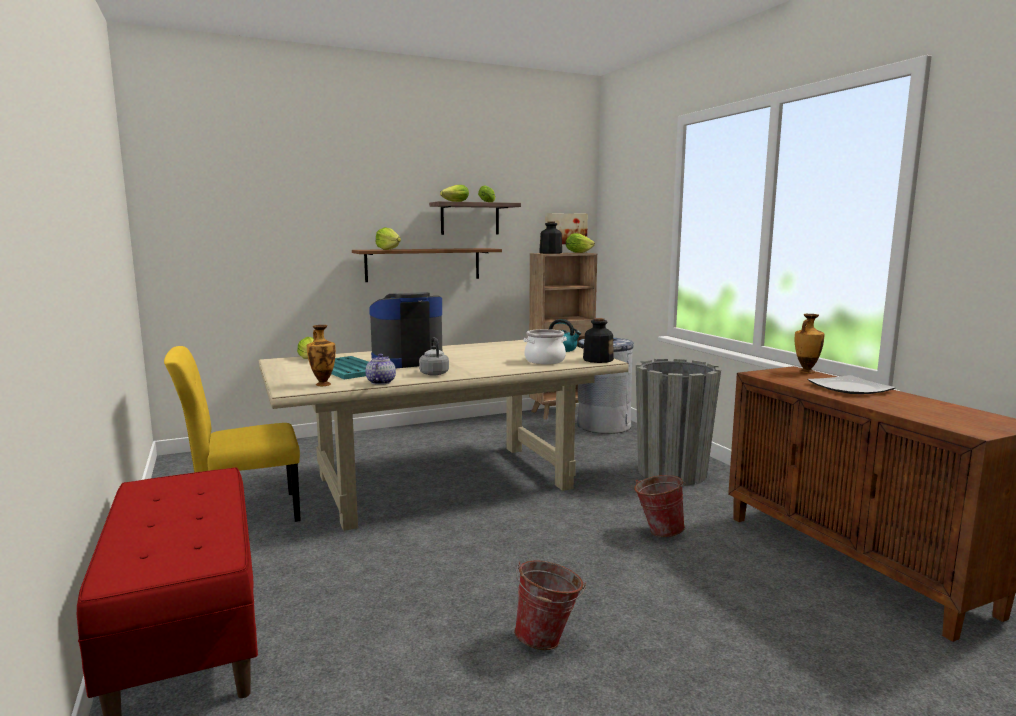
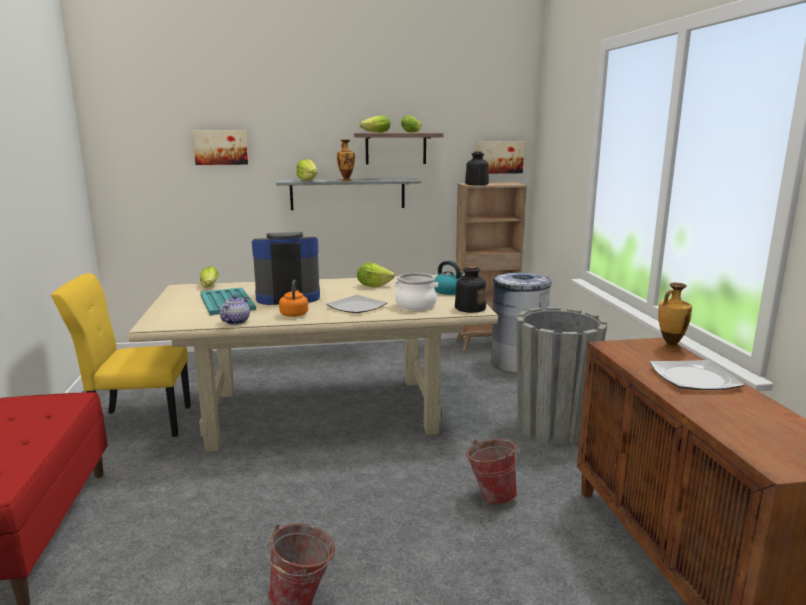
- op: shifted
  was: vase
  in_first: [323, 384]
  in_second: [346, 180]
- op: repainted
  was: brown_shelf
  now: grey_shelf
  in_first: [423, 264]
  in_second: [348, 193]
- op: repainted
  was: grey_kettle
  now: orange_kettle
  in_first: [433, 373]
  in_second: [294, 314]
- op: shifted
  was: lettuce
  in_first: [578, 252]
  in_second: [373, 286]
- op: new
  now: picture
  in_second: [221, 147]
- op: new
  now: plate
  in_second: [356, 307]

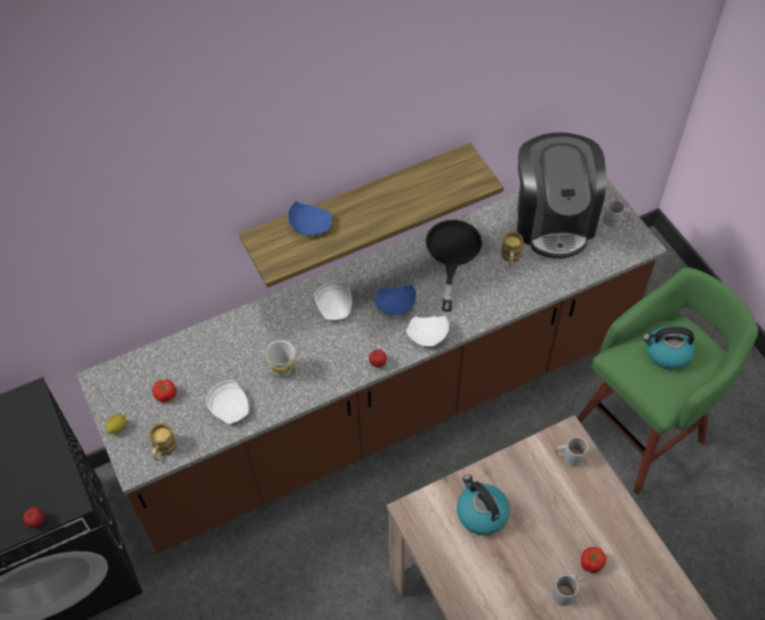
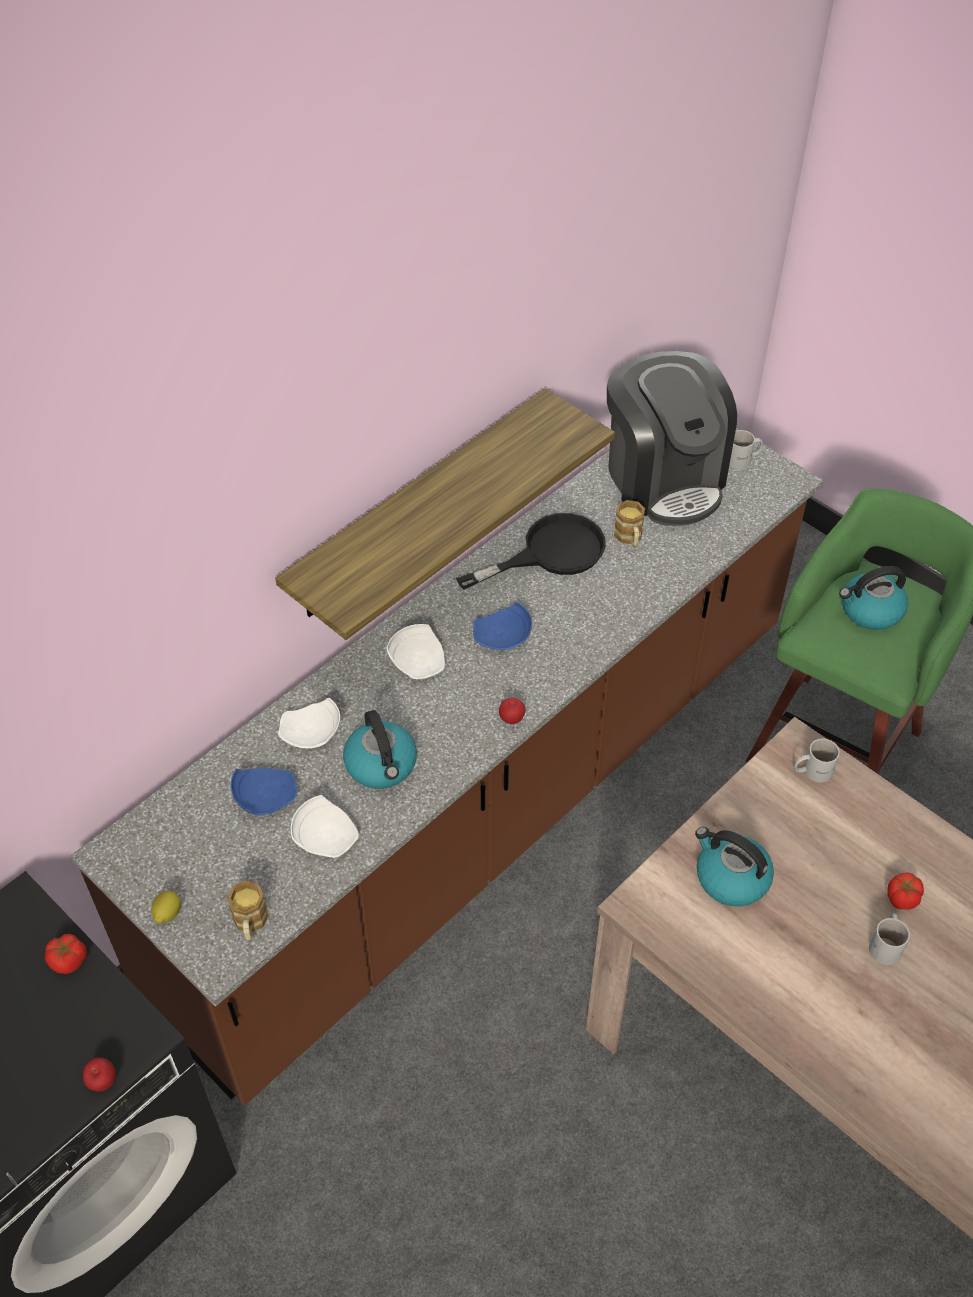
- op: shifted
  was: tomato
  in_first: [166, 395]
  in_second: [69, 960]
- op: swapped
  was: white_cup
  now: kettle
  in_first: [283, 370]
  in_second: [382, 765]
- op: shifted
  was: blue_plate
  in_first: [310, 224]
  in_second: [264, 796]
- op: shifted
  was: white_plate
  in_first: [428, 335]
  in_second: [312, 733]
- op: rotated
  was: black_frying_pan
  in_first: [452, 254]
  in_second: [550, 553]
  clockwise: 75

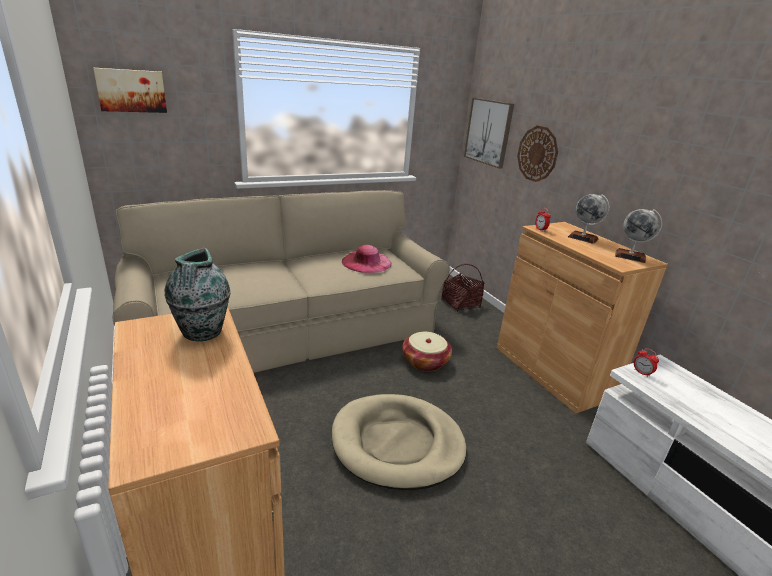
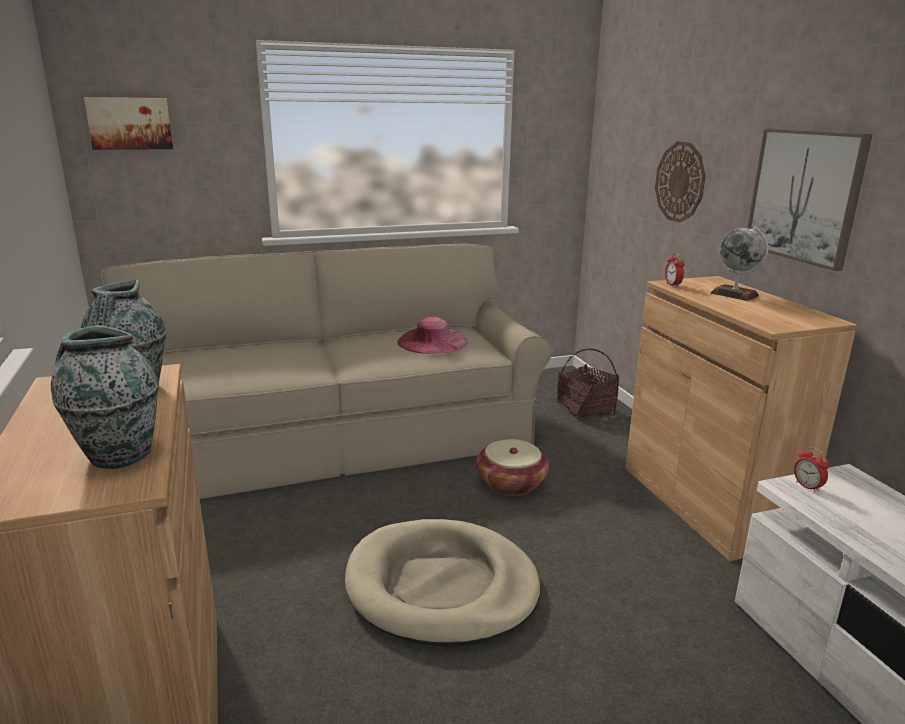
- op: shifted
  was: picture
  in_first: [488, 132]
  in_second: [805, 196]
- op: gone
  was: globe
  in_first: [630, 256]
- op: new
  now: vase
  in_second: [118, 455]

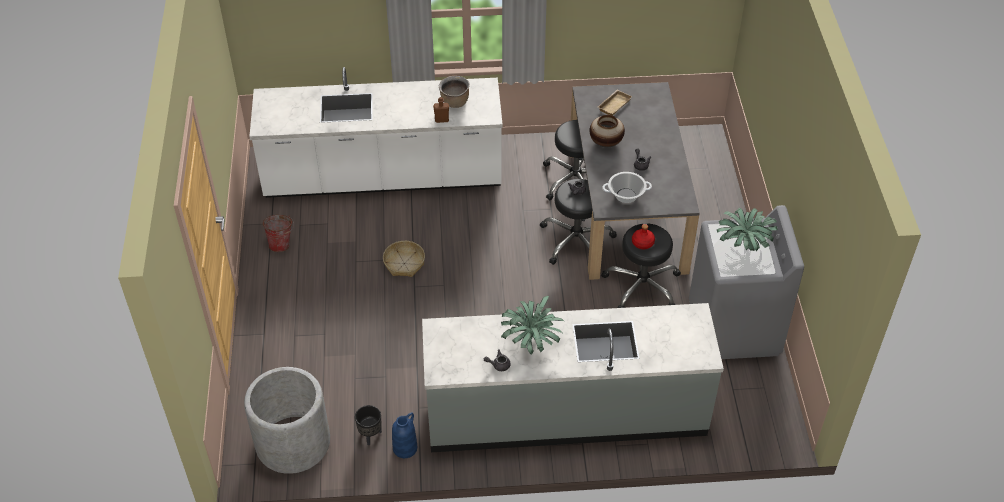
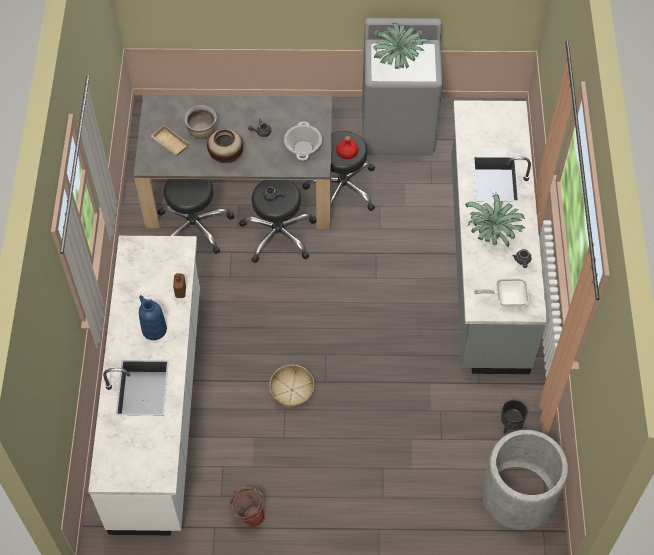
- op: shifted
  was: blue_vase
  in_first: [405, 447]
  in_second: [153, 329]
- op: shifted
  was: brown_cooking_pot
  in_first: [454, 102]
  in_second: [202, 132]
- op: new
  now: frying_pan
  in_second: [506, 298]

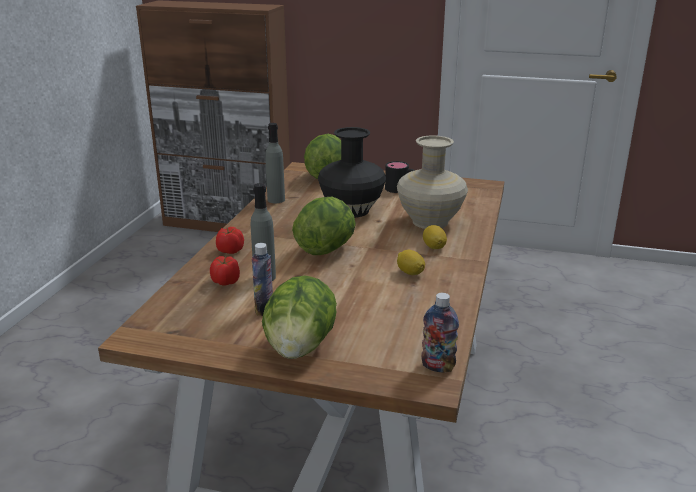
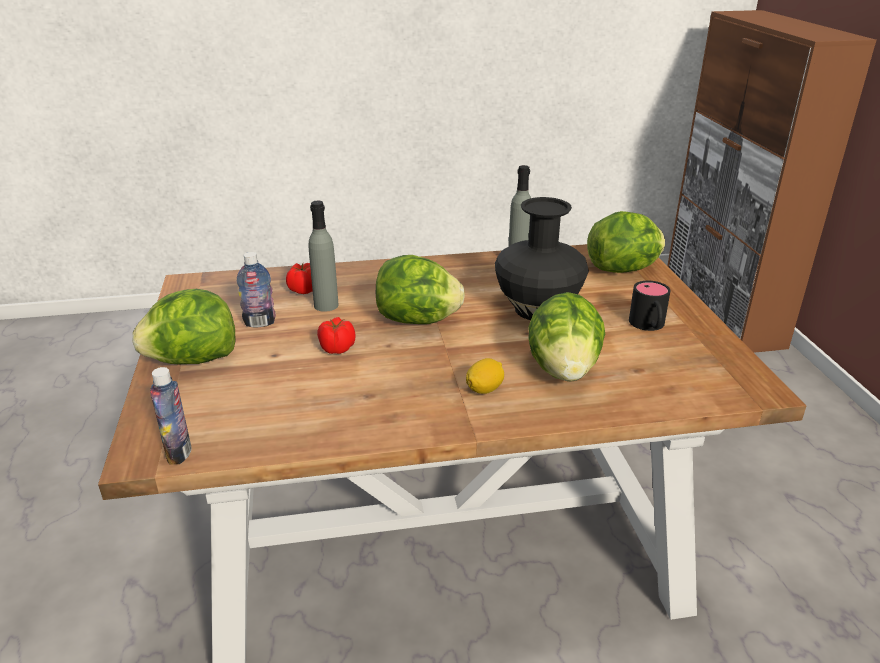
- op: shifted
  was: tomato
  in_first: [229, 251]
  in_second: [336, 348]
- op: swapped
  was: beige_vase
  now: lettuce
  in_first: [429, 221]
  in_second: [563, 369]
- op: gone
  was: lemon
  in_first: [410, 273]

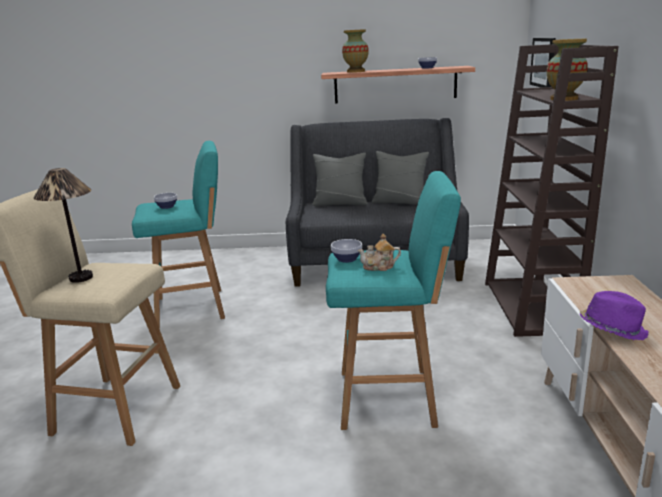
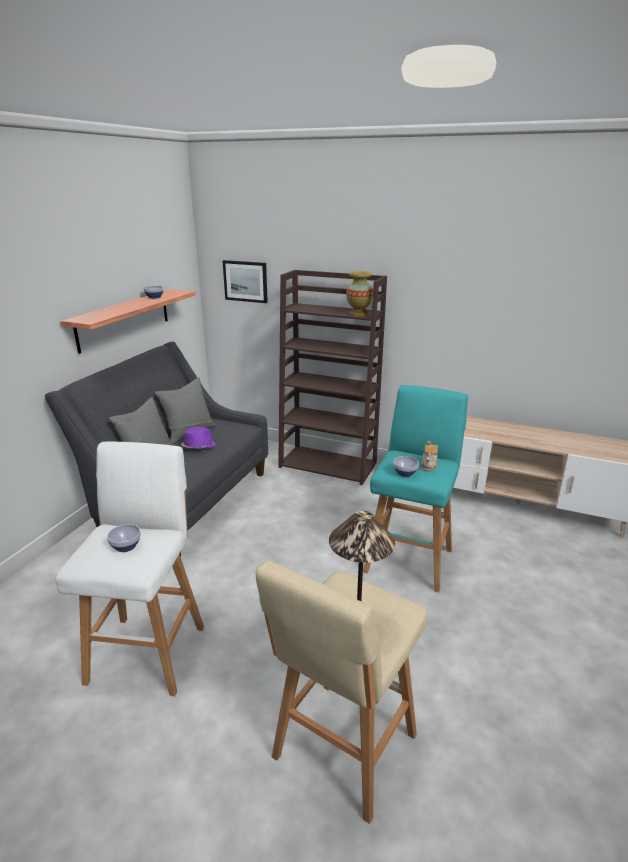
- op: repainted
  was: turquoise_stool
  now: white_stool
  in_first: [194, 307]
  in_second: [148, 650]
- op: gone
  was: vase
  in_first: [356, 71]
- op: shifted
  was: purple_hat
  in_first: [612, 329]
  in_second: [198, 447]

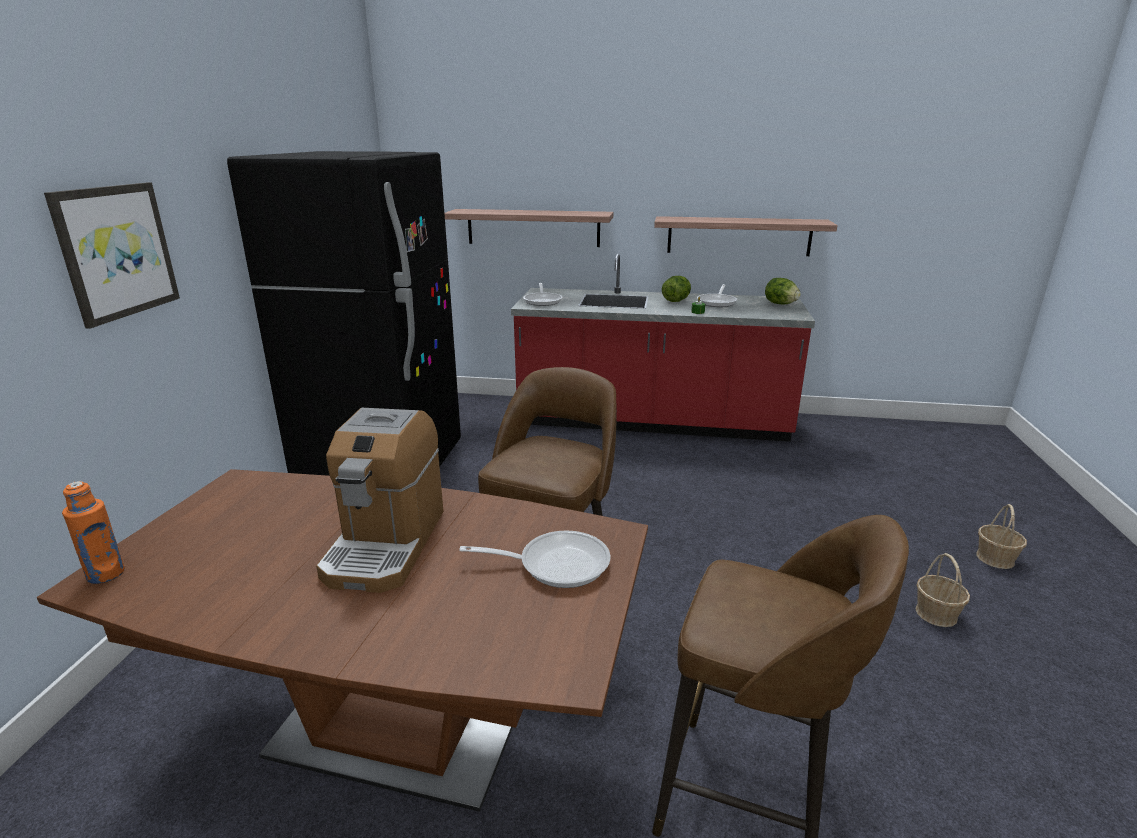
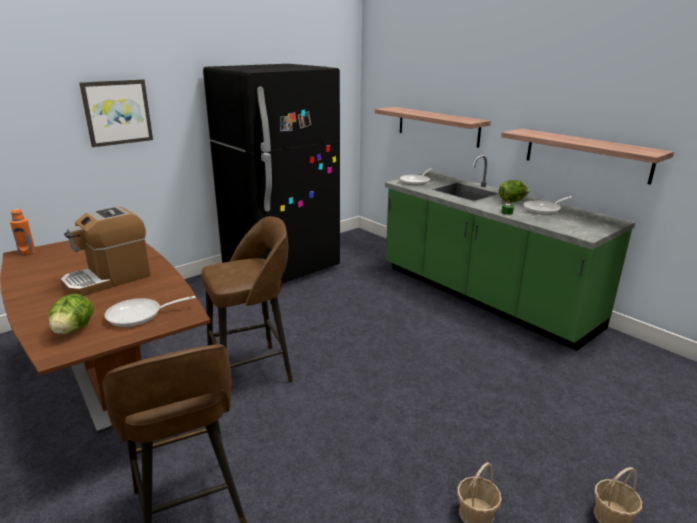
- op: rotated
  was: frying_pan
  in_first: [556, 564]
  in_second: [139, 315]
  clockwise: 120
- op: repainted
  was: red_counter
  now: green_counter
  in_first: [652, 422]
  in_second: [483, 297]
- op: shifted
  was: lettuce
  in_first: [780, 304]
  in_second: [73, 330]

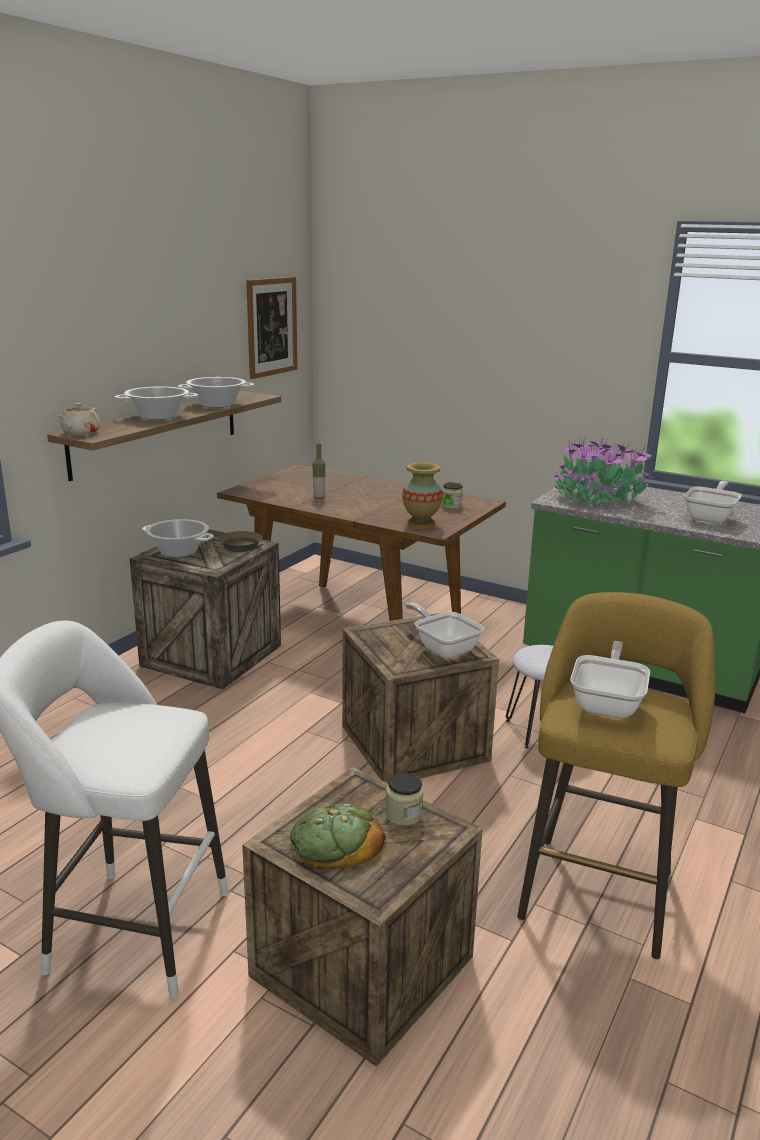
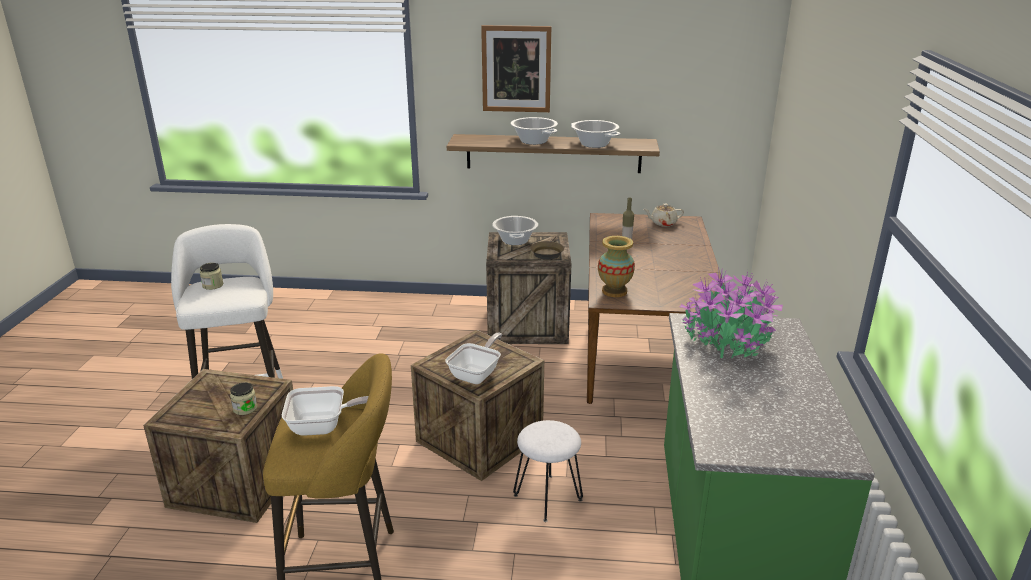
- op: shifted
  was: beige_teapot
  in_first: [80, 433]
  in_second: [663, 223]
- op: shifted
  was: picture
  in_first: [271, 327]
  in_second: [516, 69]
- op: gone
  was: bread
  in_first: [335, 842]
- op: shifted
  was: jar
  in_first: [451, 506]
  in_second: [213, 285]
- op: gone
  was: frying_pan
  in_first: [711, 517]

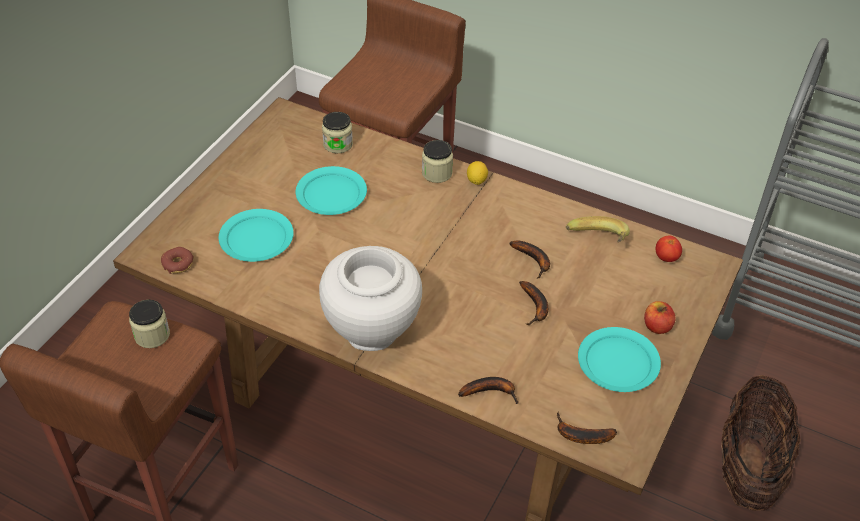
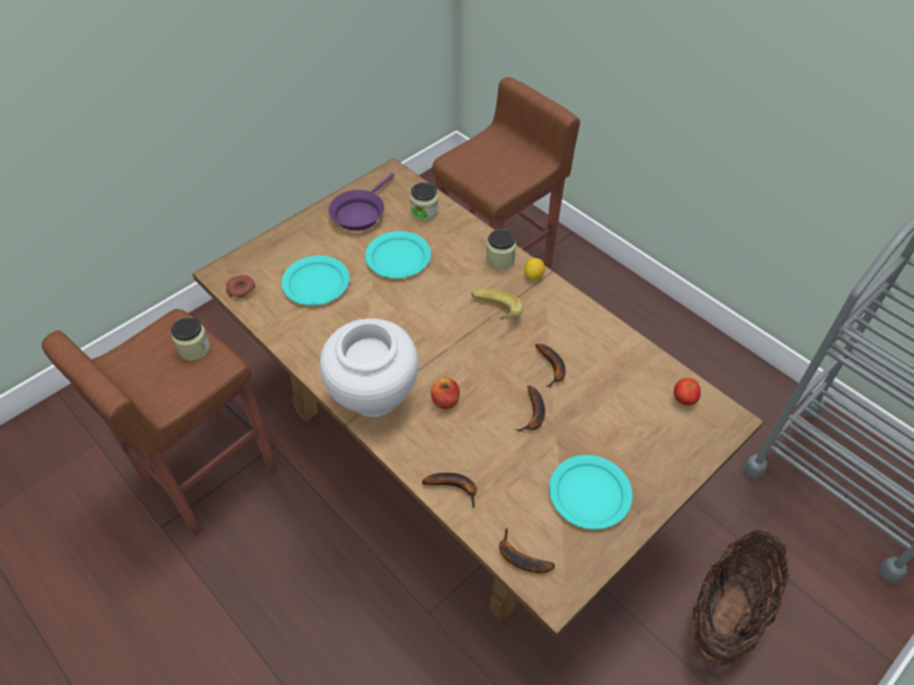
- op: shifted
  was: banana
  in_first: [597, 243]
  in_second: [494, 315]
- op: shifted
  was: apple
  in_first: [657, 326]
  in_second: [445, 401]
- op: new
  now: purple_frying_pan
  in_second: [360, 213]

